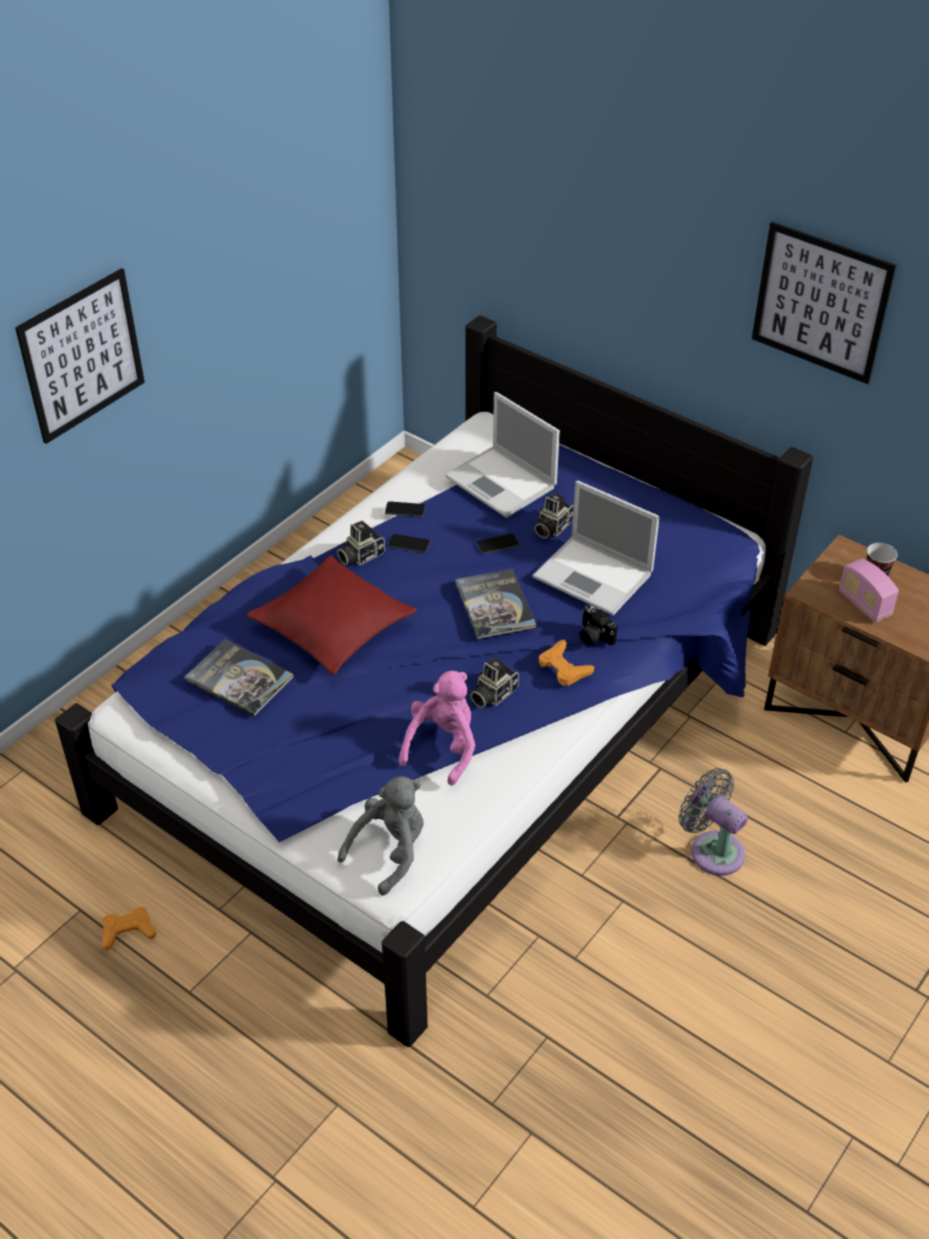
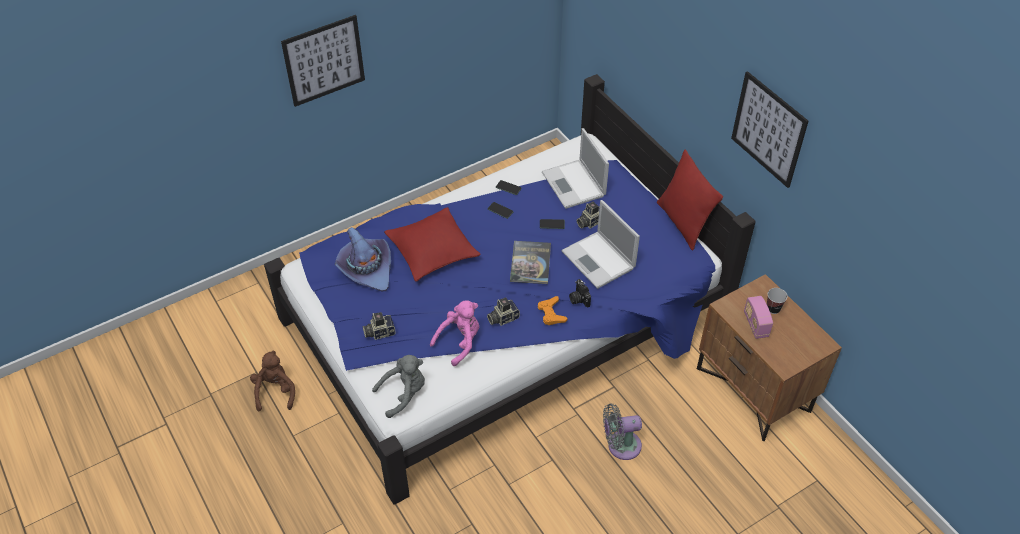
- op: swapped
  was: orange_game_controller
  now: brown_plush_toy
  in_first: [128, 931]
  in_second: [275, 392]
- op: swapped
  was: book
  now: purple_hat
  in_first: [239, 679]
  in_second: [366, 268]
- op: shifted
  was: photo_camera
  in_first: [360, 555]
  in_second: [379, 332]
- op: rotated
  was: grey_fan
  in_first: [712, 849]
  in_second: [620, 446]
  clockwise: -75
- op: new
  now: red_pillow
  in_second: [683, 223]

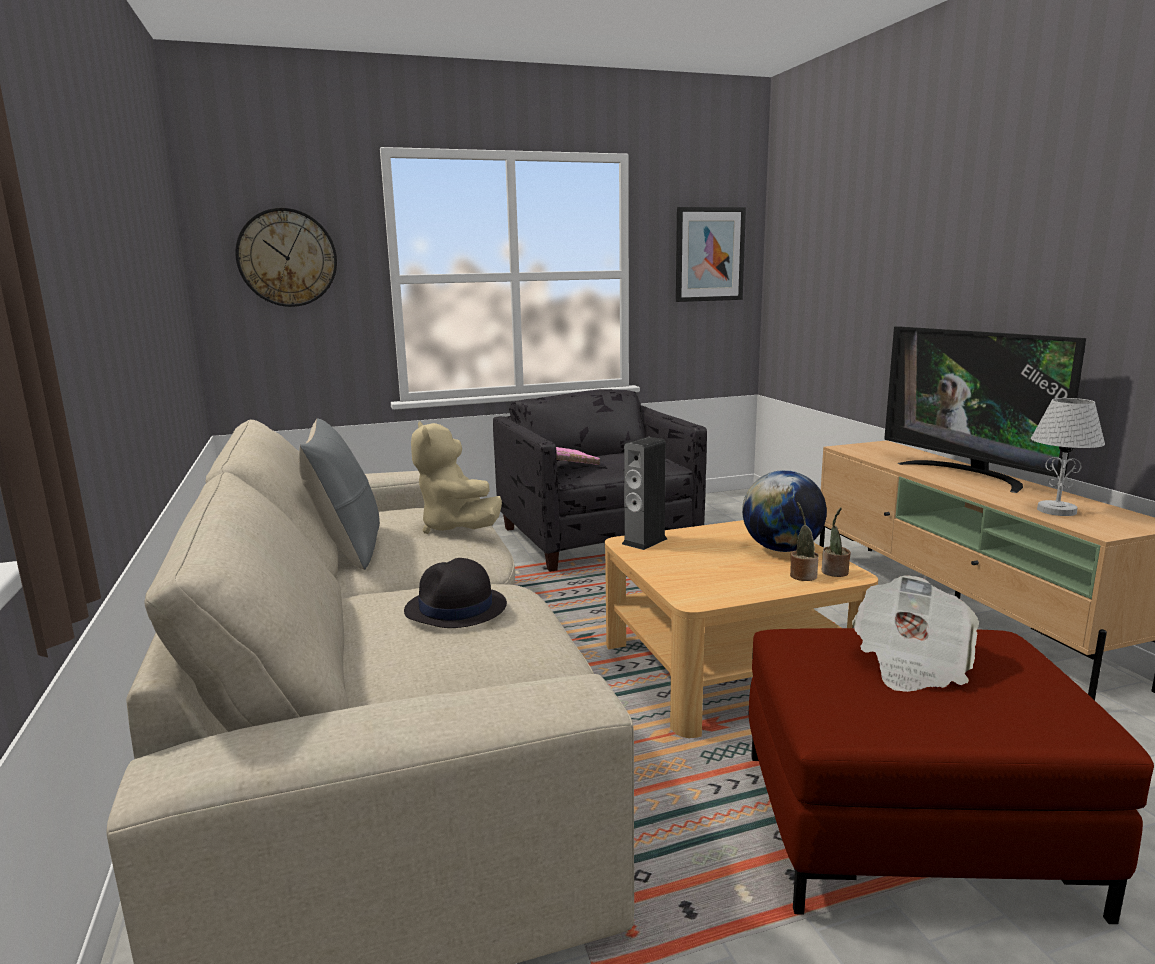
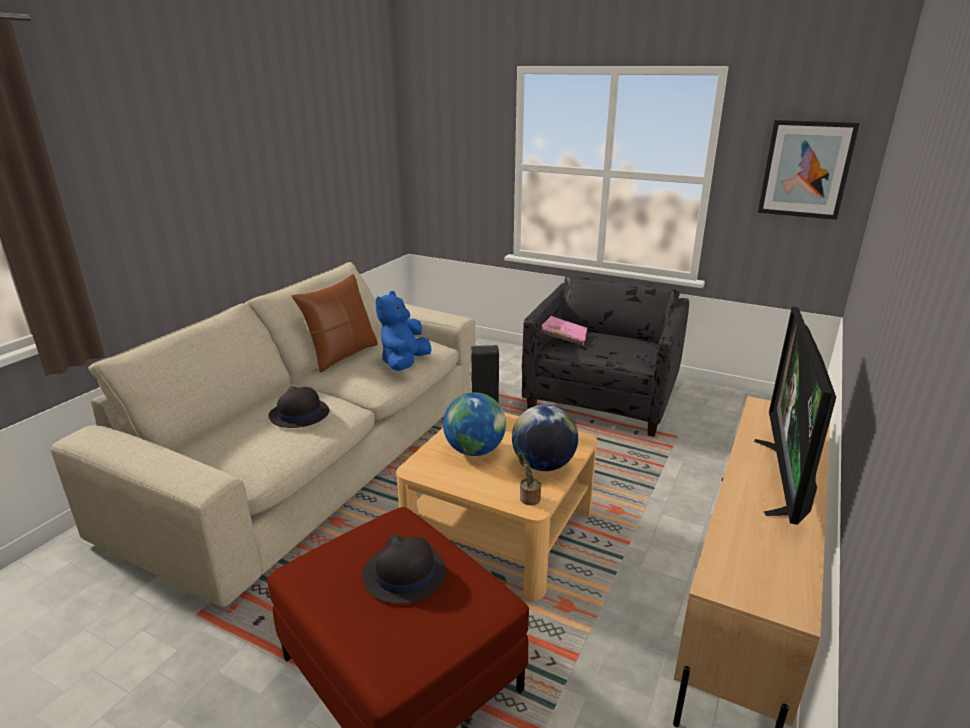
- op: gone
  was: wall_clock
  in_first: [287, 258]
- op: repainted
  was: grey_pillow
  now: brown_pillow
  in_first: [347, 548]
  in_second: [341, 355]
- op: repainted
  was: beige_plush_toy
  now: blue_plush_toy
  in_first: [456, 528]
  in_second: [404, 363]
- op: gone
  was: potted_plant
  in_first: [802, 575]
- op: swapped
  was: newspaper
  now: black_hat
  in_first: [910, 663]
  in_second: [404, 574]
- op: gone
  was: white_table_lamp
  in_first: [1056, 510]
- op: new
  now: globe
  in_second: [474, 450]

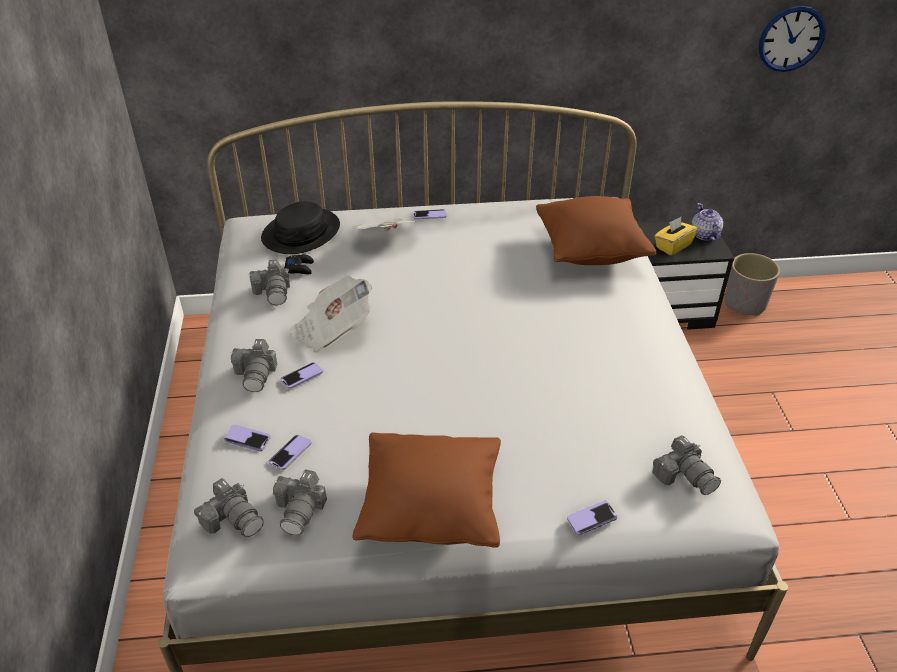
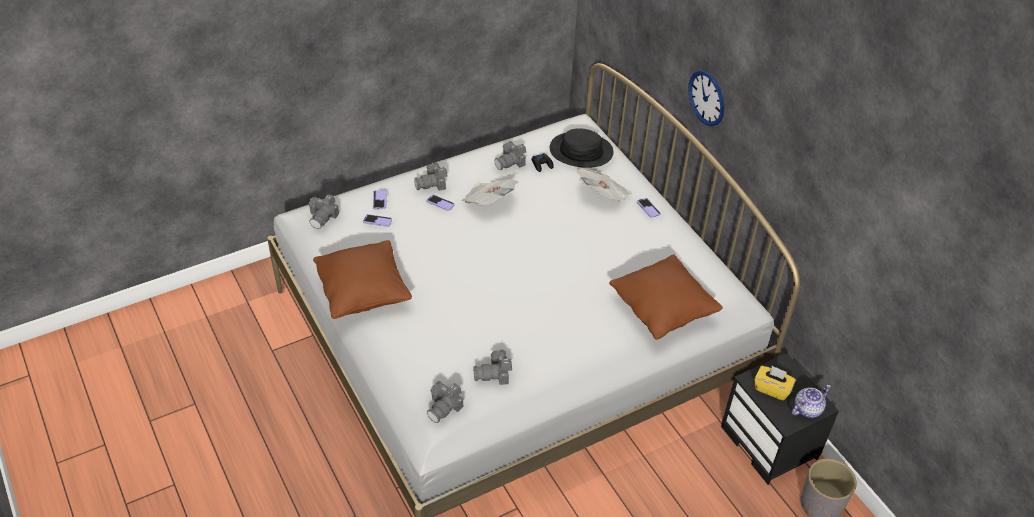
- op: shifted
  was: photo_camera
  in_first: [300, 509]
  in_second: [494, 374]
- op: gone
  was: phone
  in_first: [592, 518]
- op: shifted
  was: wall_clock
  in_first: [791, 39]
  in_second: [707, 98]

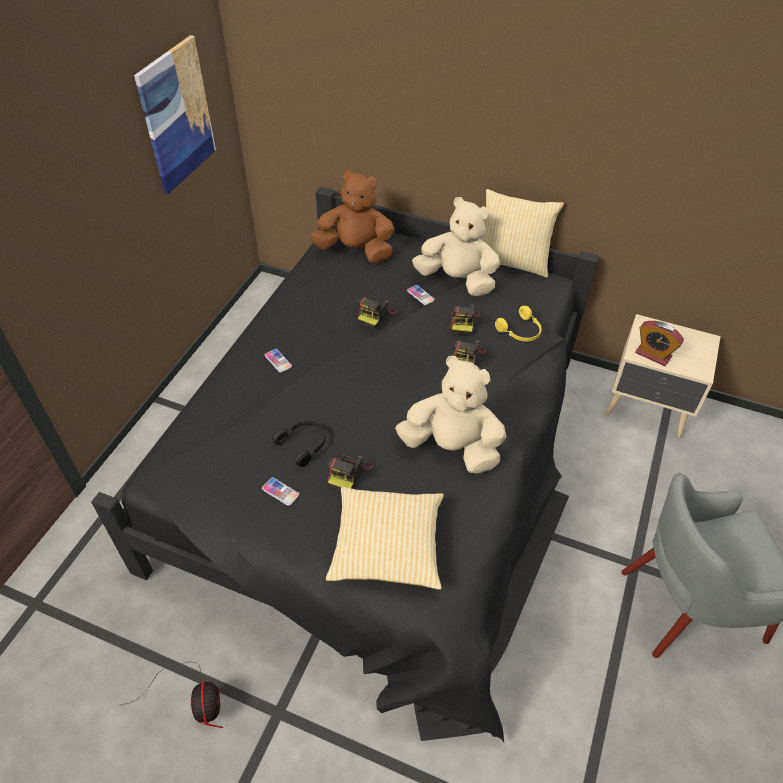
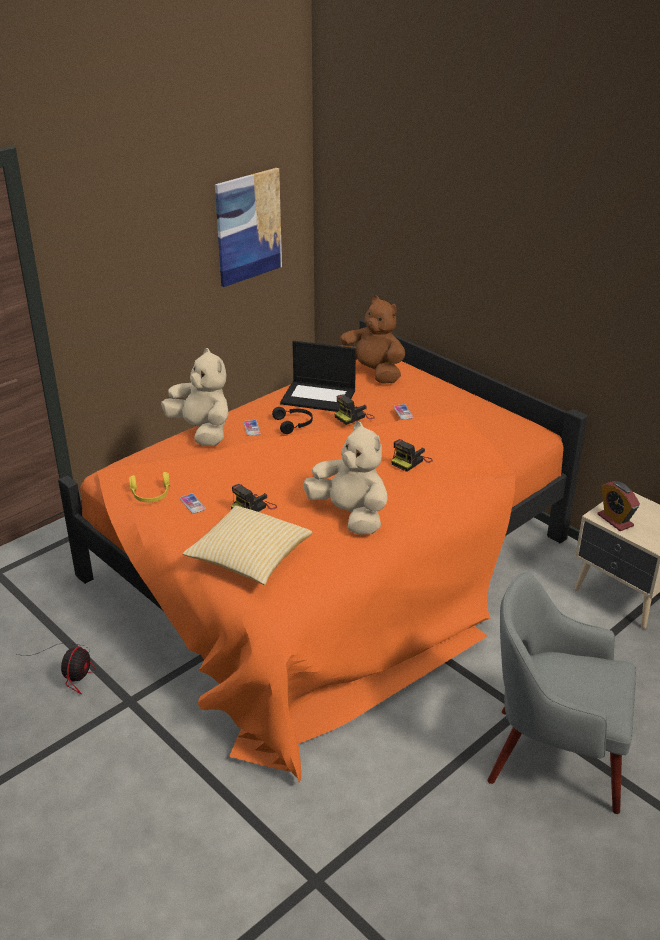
- op: repainted
  was: black_bed
  now: orange_bed
  in_first: [385, 469]
  in_second: [328, 569]
- op: shifted
  was: black_headphones
  in_first: [303, 444]
  in_second: [294, 424]
- op: shifted
  was: beige_plush_toy
  in_first: [457, 280]
  in_second: [202, 431]
- op: gone
  was: photo_camera
  in_first: [463, 321]
- op: gone
  was: pillow
  in_first: [512, 261]
- op: shifted
  was: yellow_headphones
  in_first: [520, 331]
  in_second: [151, 495]
- op: new
  now: laptop
  in_second: [319, 396]

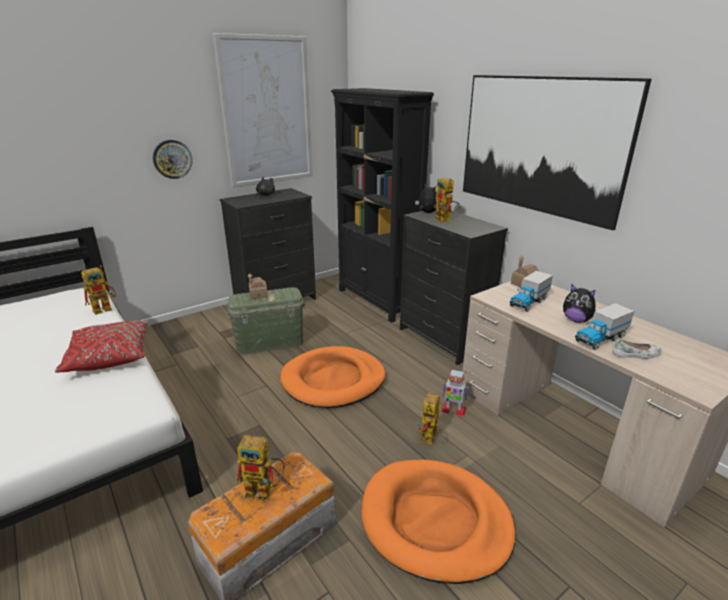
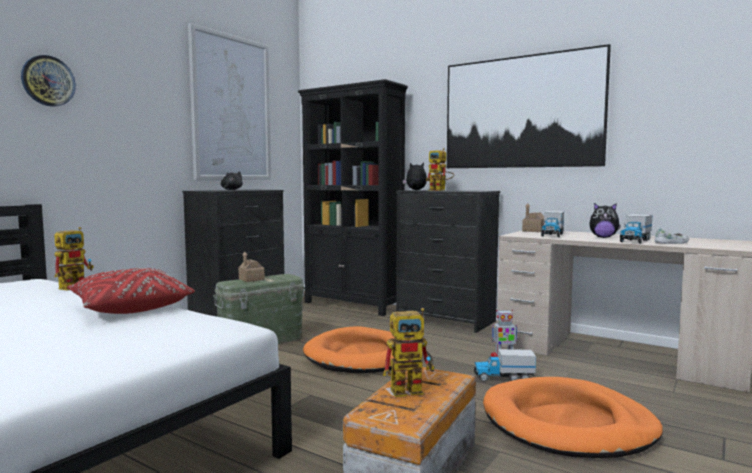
- op: shifted
  was: wall_clock
  in_first: [172, 159]
  in_second: [48, 81]
- op: swapped
  was: toy_robot
  now: toy_truck
  in_first: [429, 440]
  in_second: [503, 378]

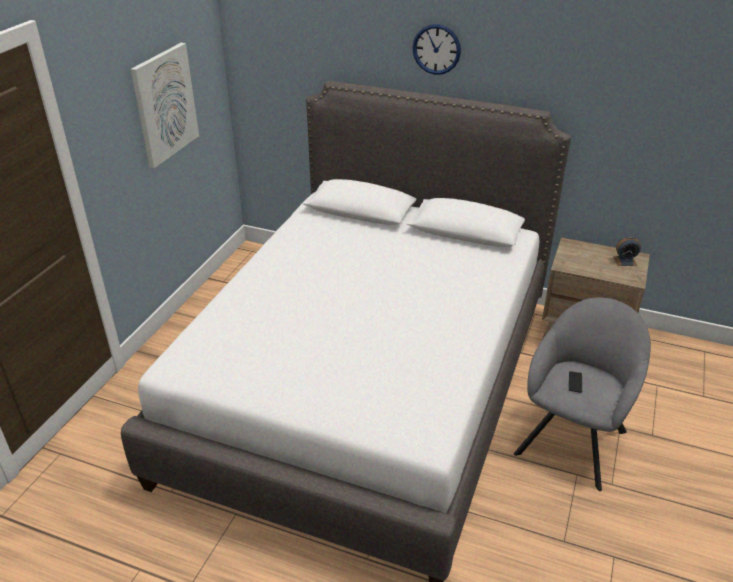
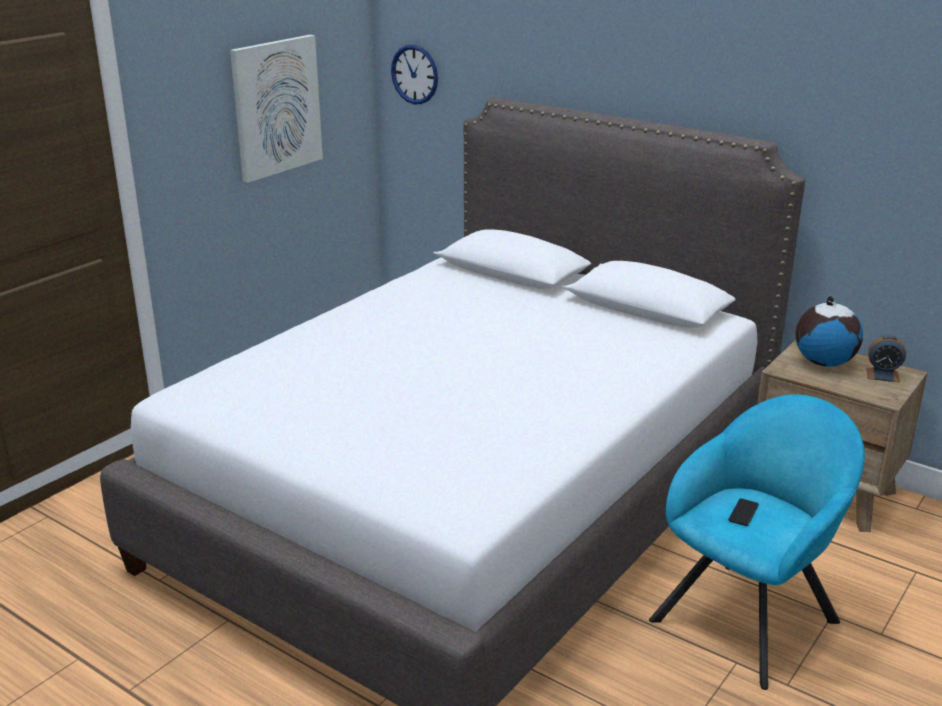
- op: shifted
  was: wall_clock
  in_first: [436, 49]
  in_second: [415, 74]
- op: repainted
  was: grey_armchair
  now: turquoise_armchair
  in_first: [573, 438]
  in_second: [750, 616]
- op: new
  now: globe
  in_second: [823, 362]

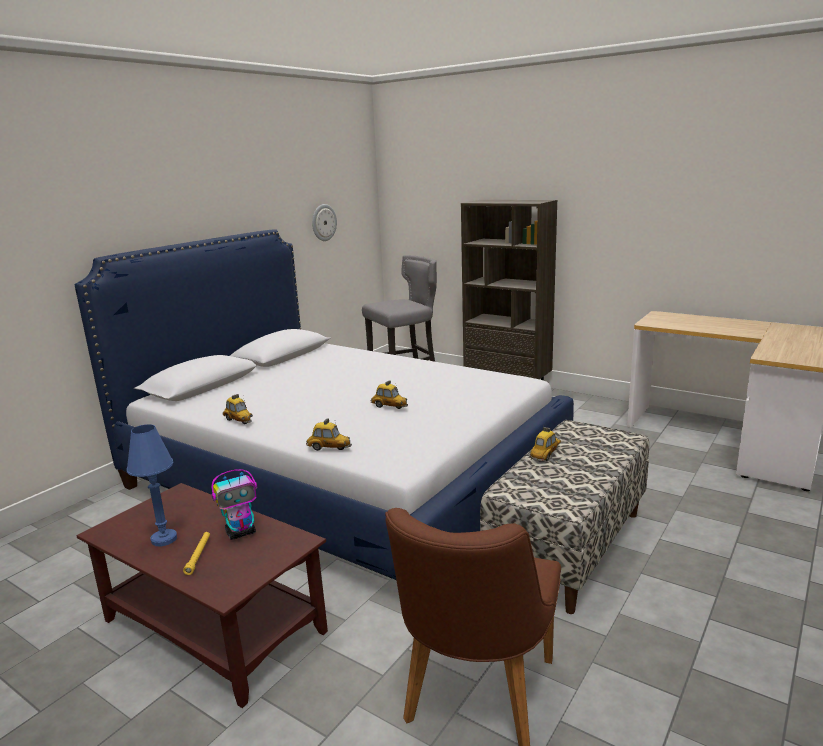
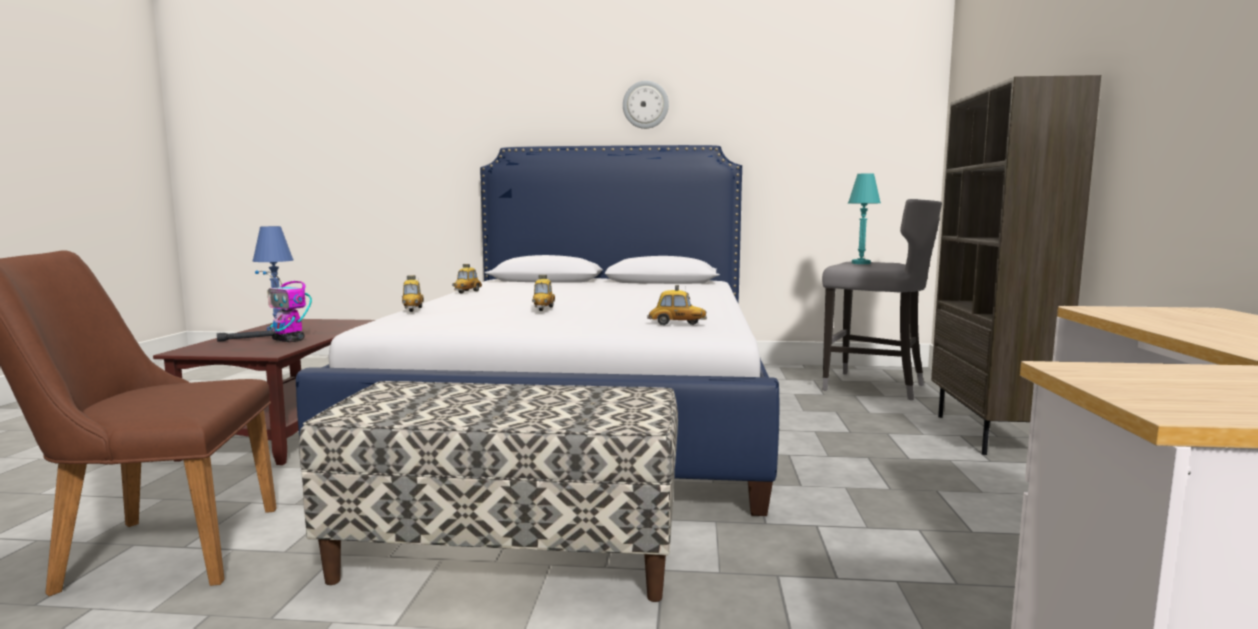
- op: repainted
  was: yellow_flashlight
  now: black_flashlight
  in_first: [198, 555]
  in_second: [249, 339]
- op: shifted
  was: wall_clock
  in_first: [323, 222]
  in_second: [645, 105]
- op: shifted
  was: toy_car
  in_first: [545, 455]
  in_second: [676, 324]
- op: new
  now: turquoise_table_lamp
  in_second: [861, 263]

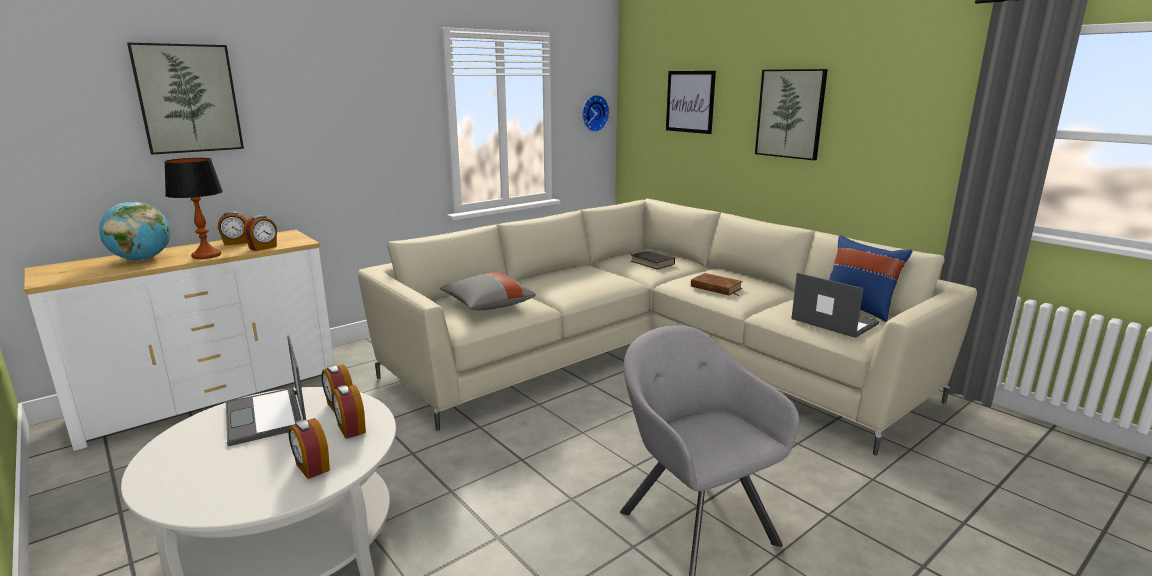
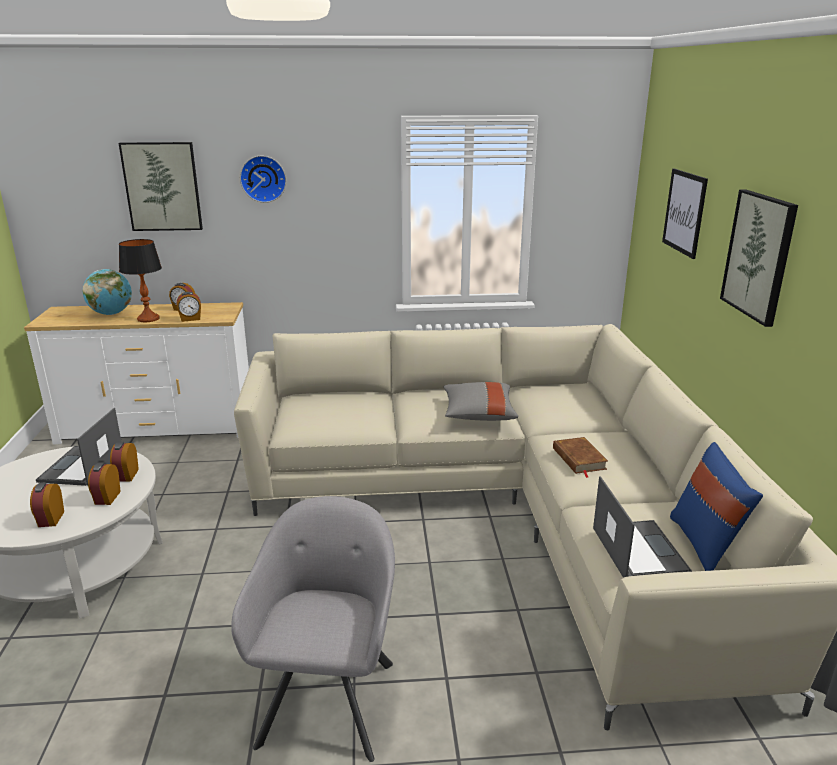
- op: shifted
  was: grey_pillow
  in_first: [487, 305]
  in_second: [478, 414]
- op: shifted
  was: wall_clock
  in_first: [593, 113]
  in_second: [263, 178]
- op: gone
  was: black_book
  in_first: [652, 262]

